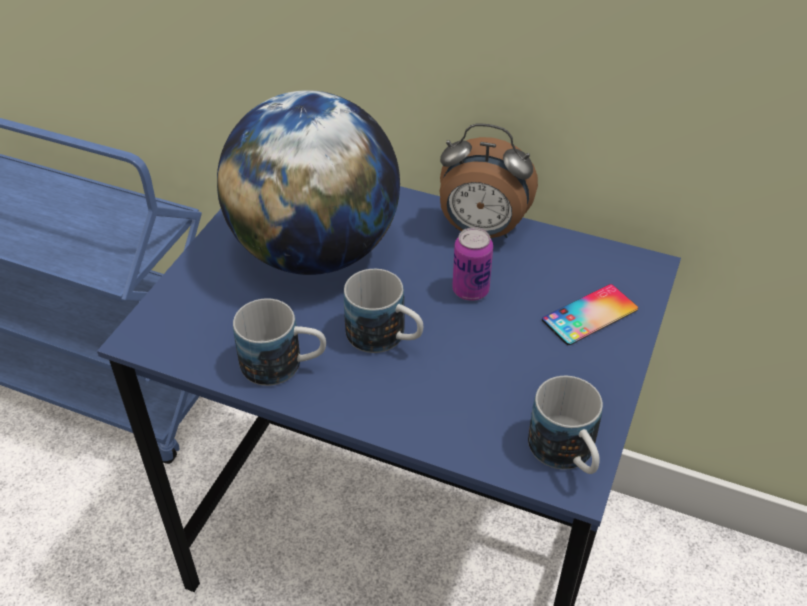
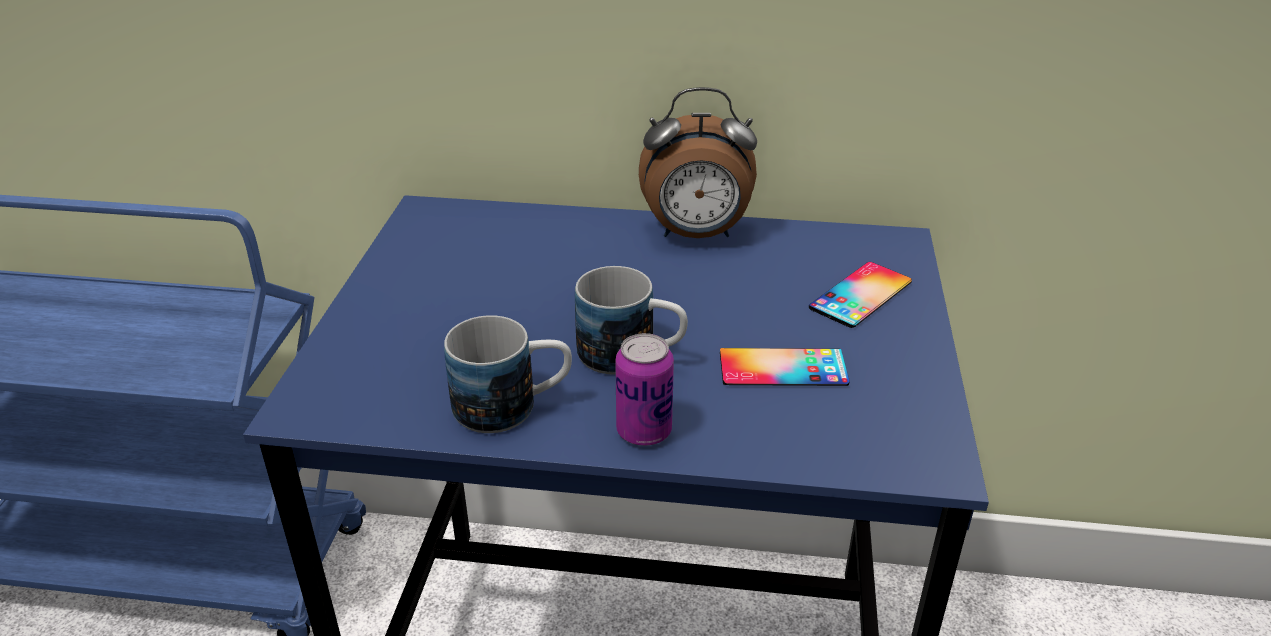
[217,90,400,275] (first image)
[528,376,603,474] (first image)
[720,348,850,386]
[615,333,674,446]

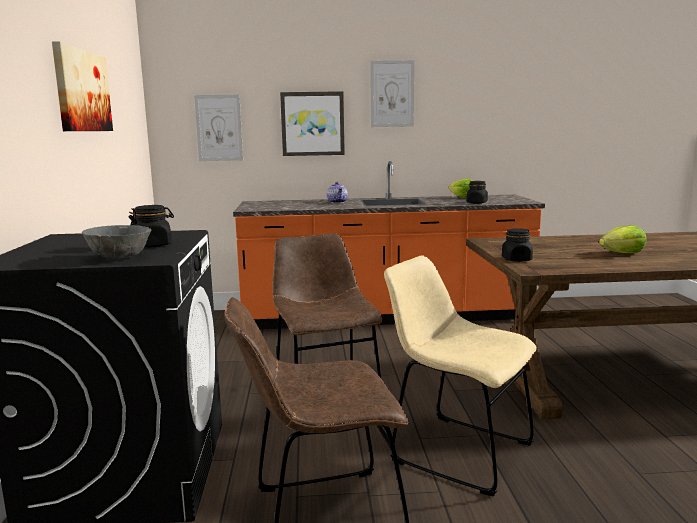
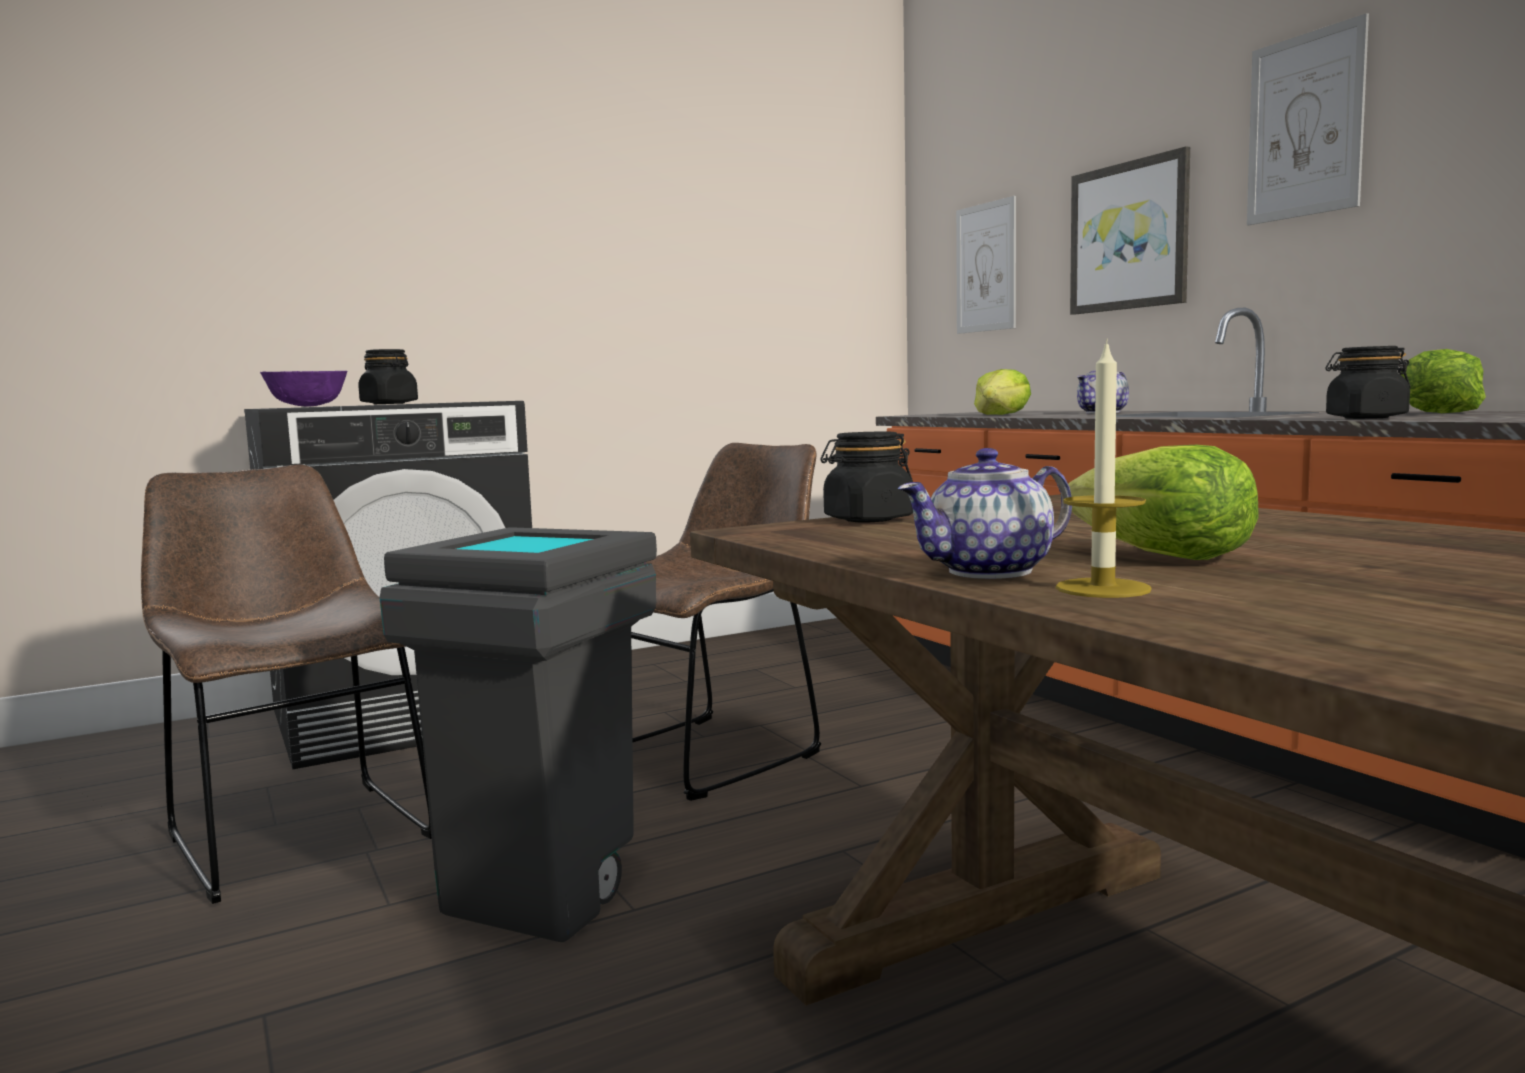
[52,41,113,131] (first image)
[898,448,1072,579]
[974,369,1031,415]
[1056,339,1151,598]
[380,527,657,942]
[260,371,347,407]

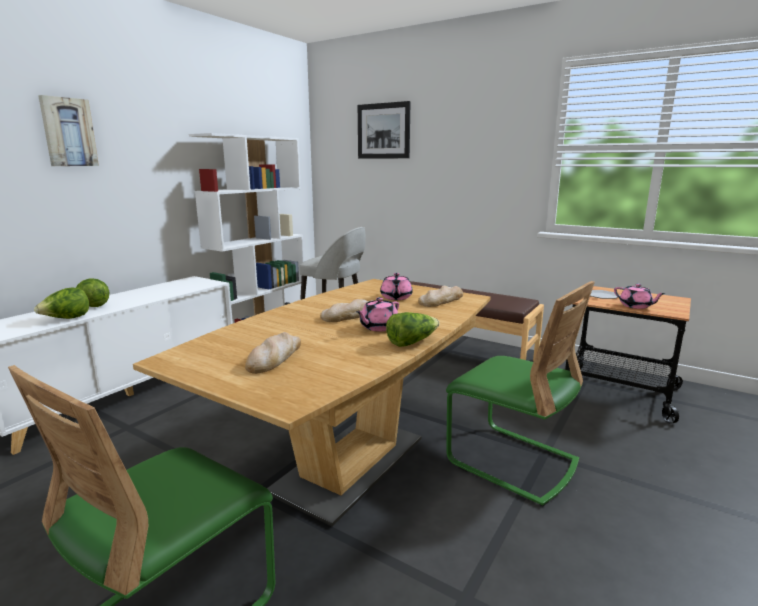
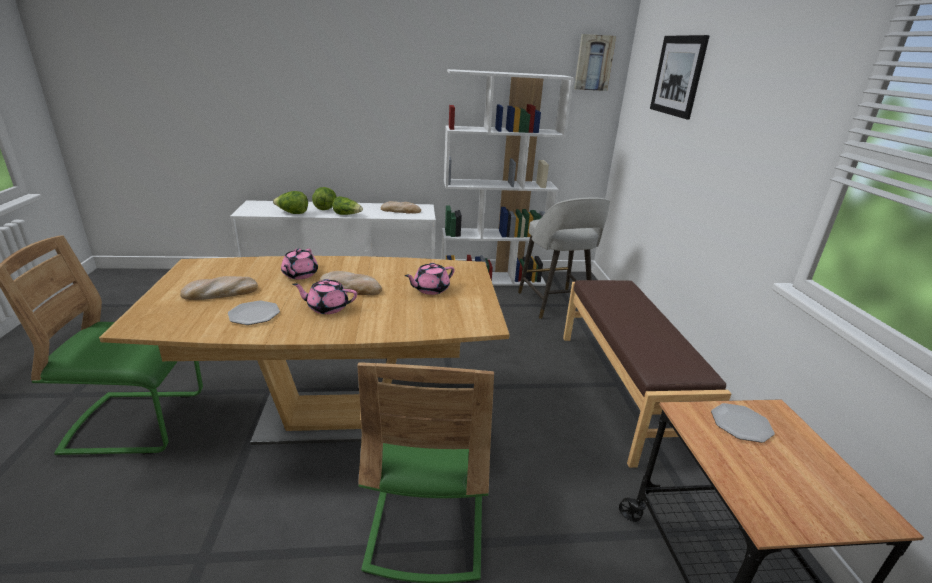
[228,301,280,325]
[574,34,616,91]
[333,196,363,215]
[381,201,421,214]
[281,248,318,279]

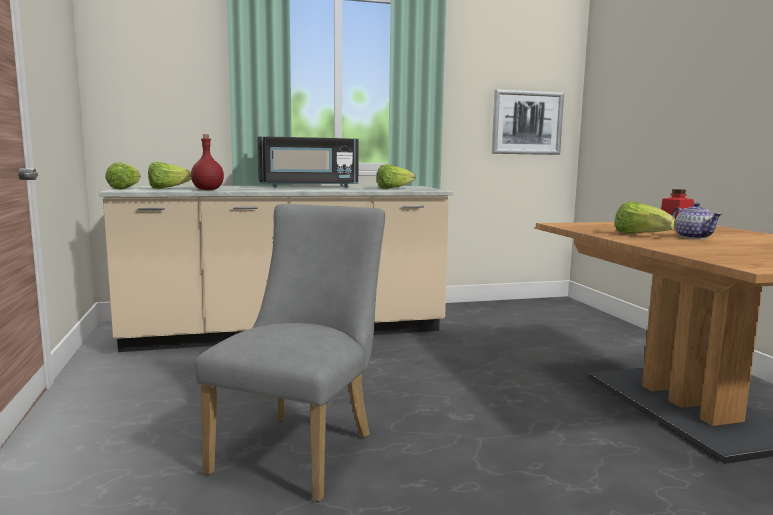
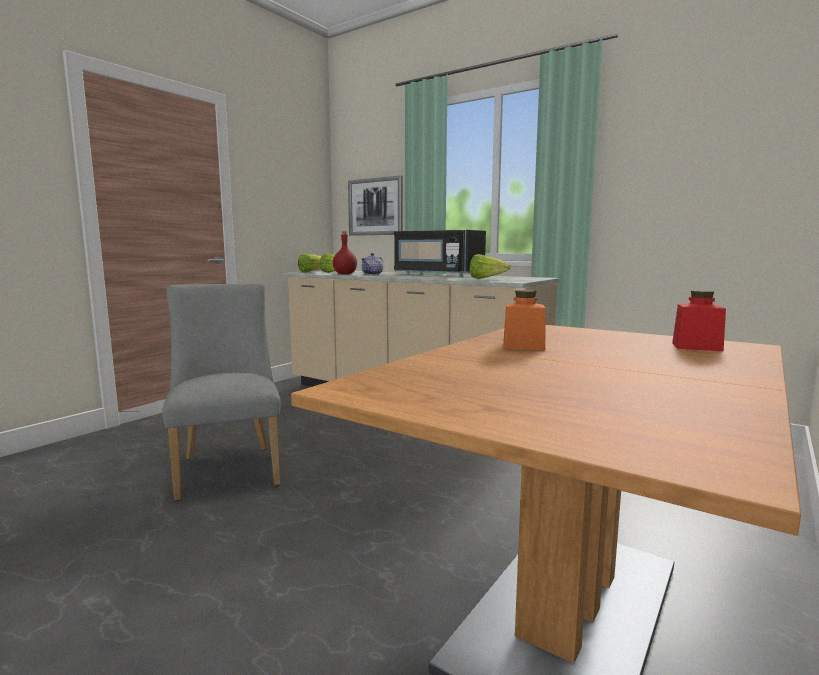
[348,175,403,236]
[361,253,383,275]
[503,290,546,351]
[162,283,281,501]

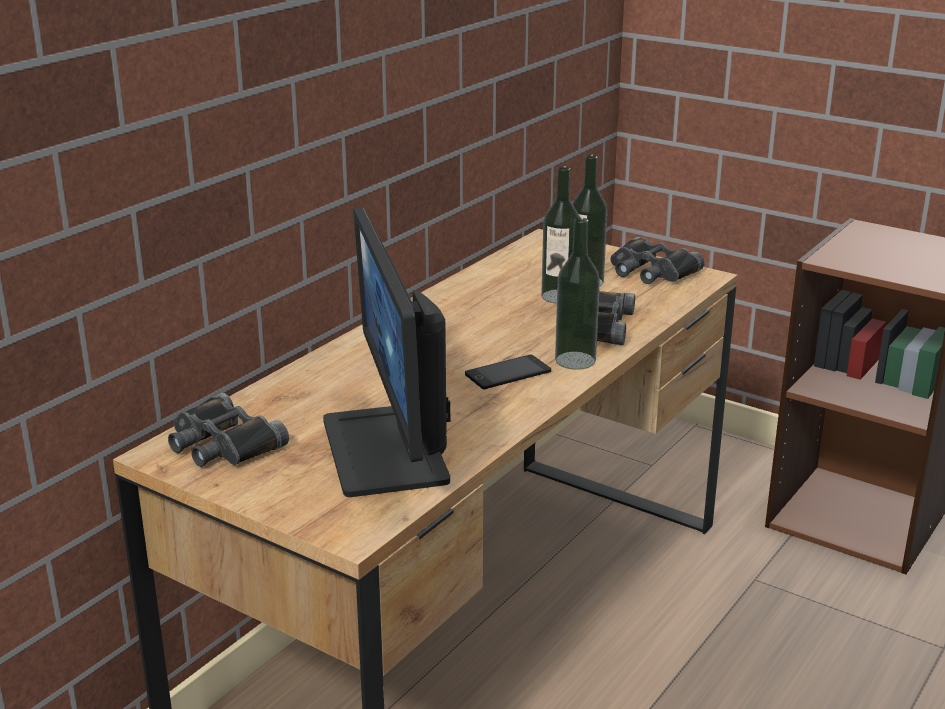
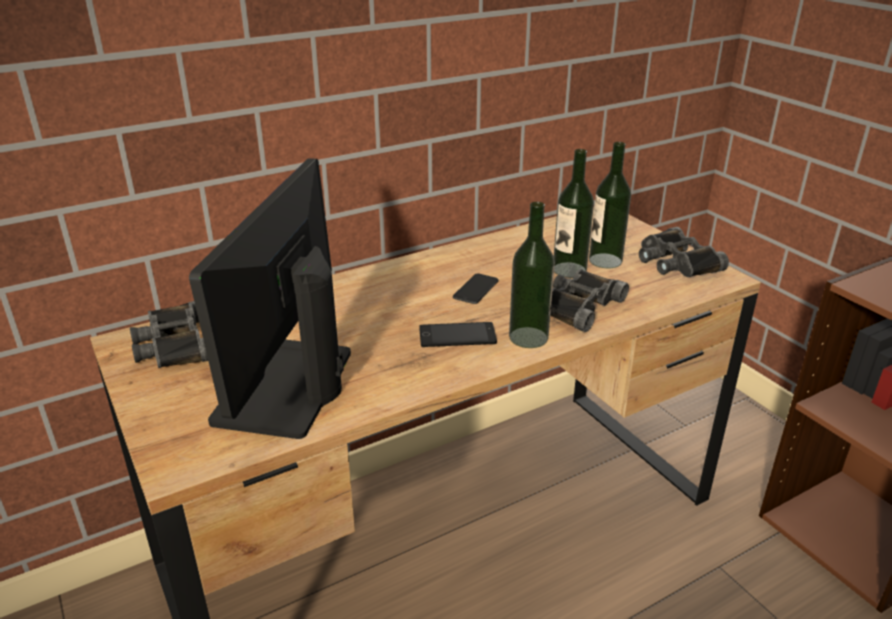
[453,273,499,304]

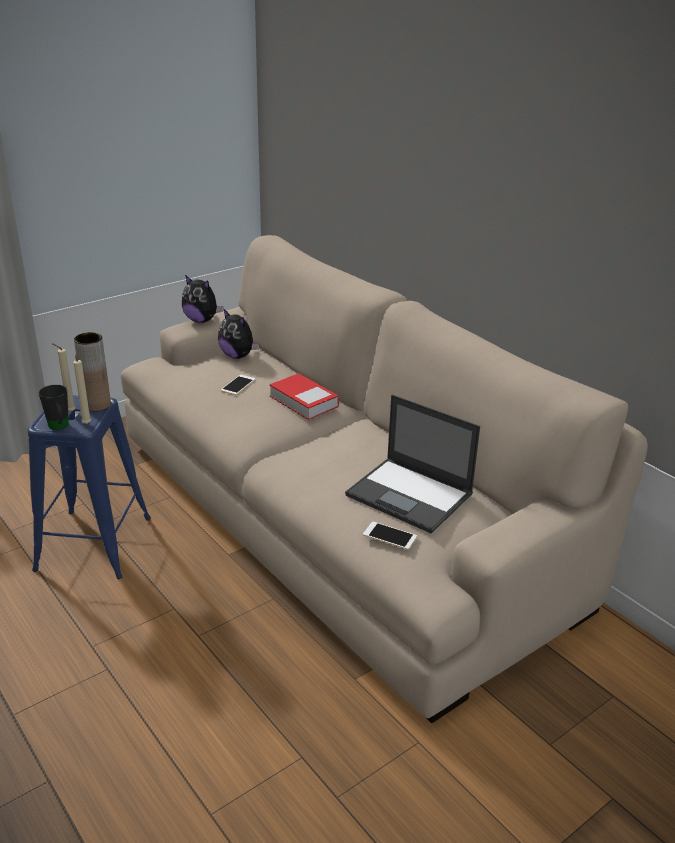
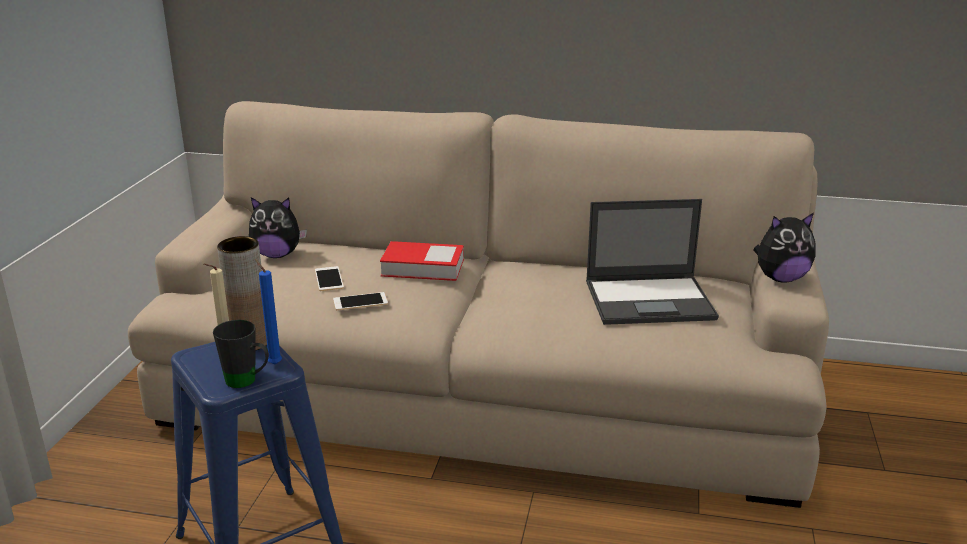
[754,213,816,283]
[333,292,388,310]
[255,259,282,365]

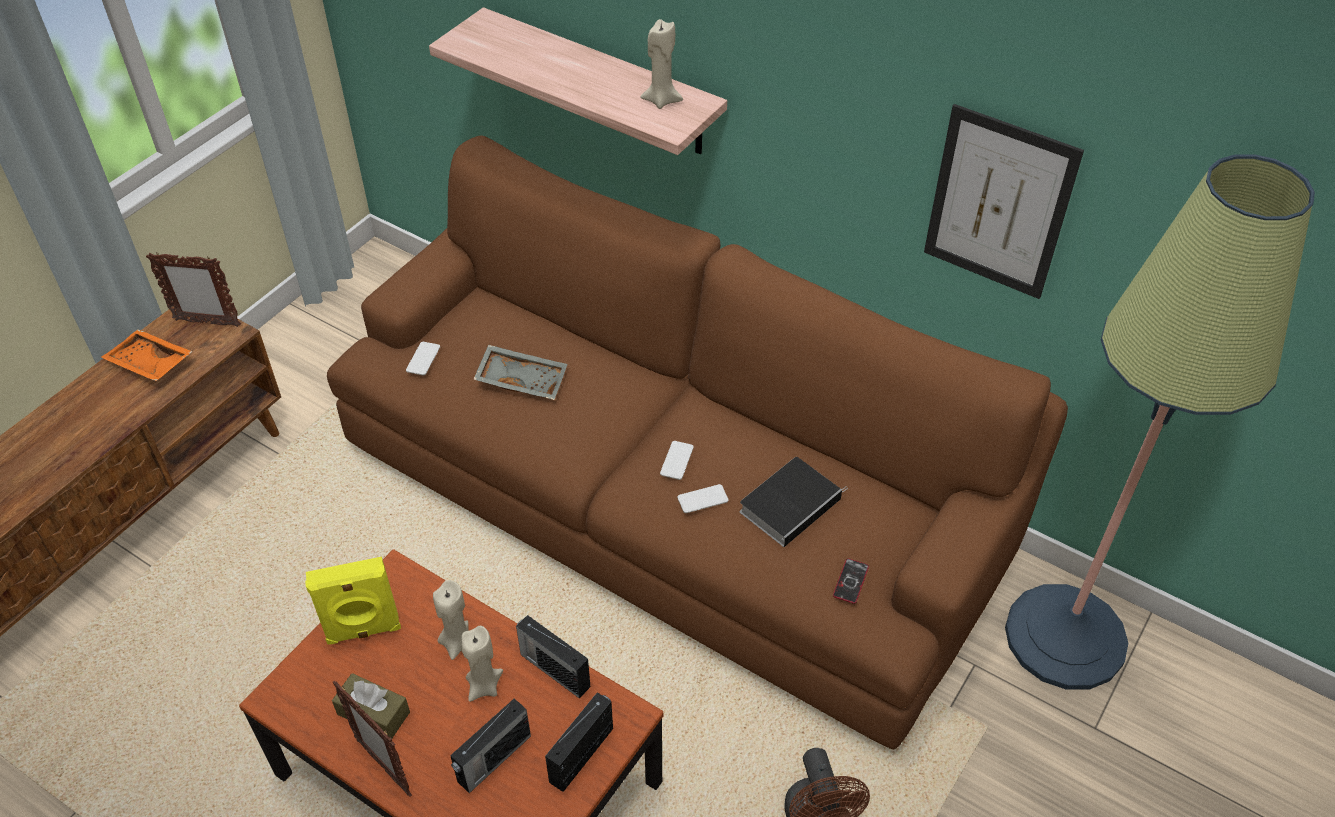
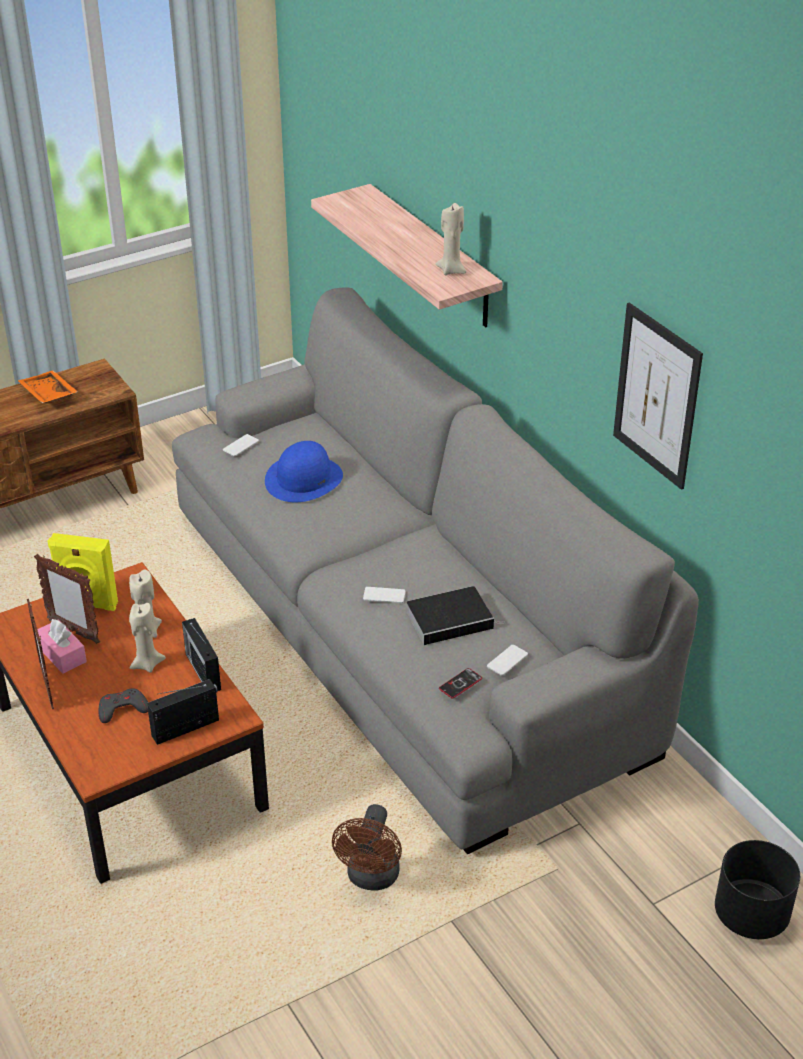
[1005,154,1315,689] (first image)
[715,840,800,939]
[34,554,100,644]
[487,645,528,676]
[98,688,148,723]
[265,441,343,502]
[172,287,699,854]
[37,619,87,674]

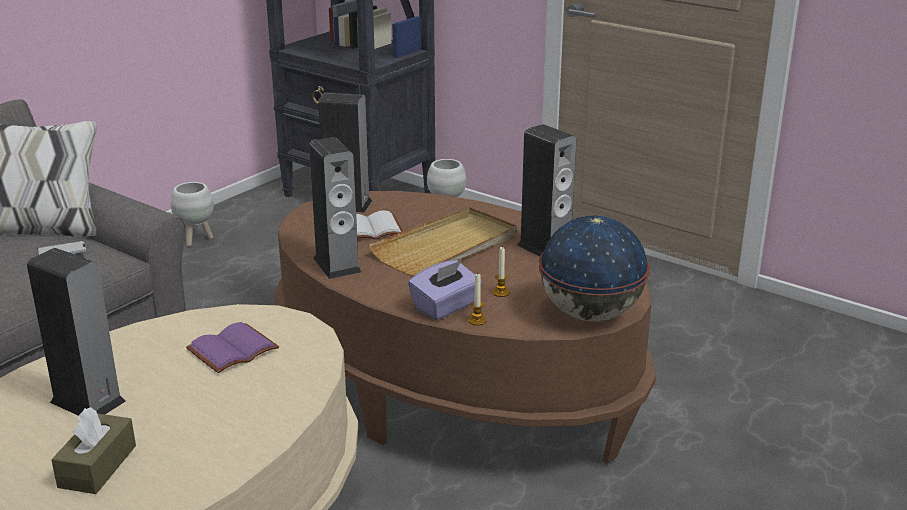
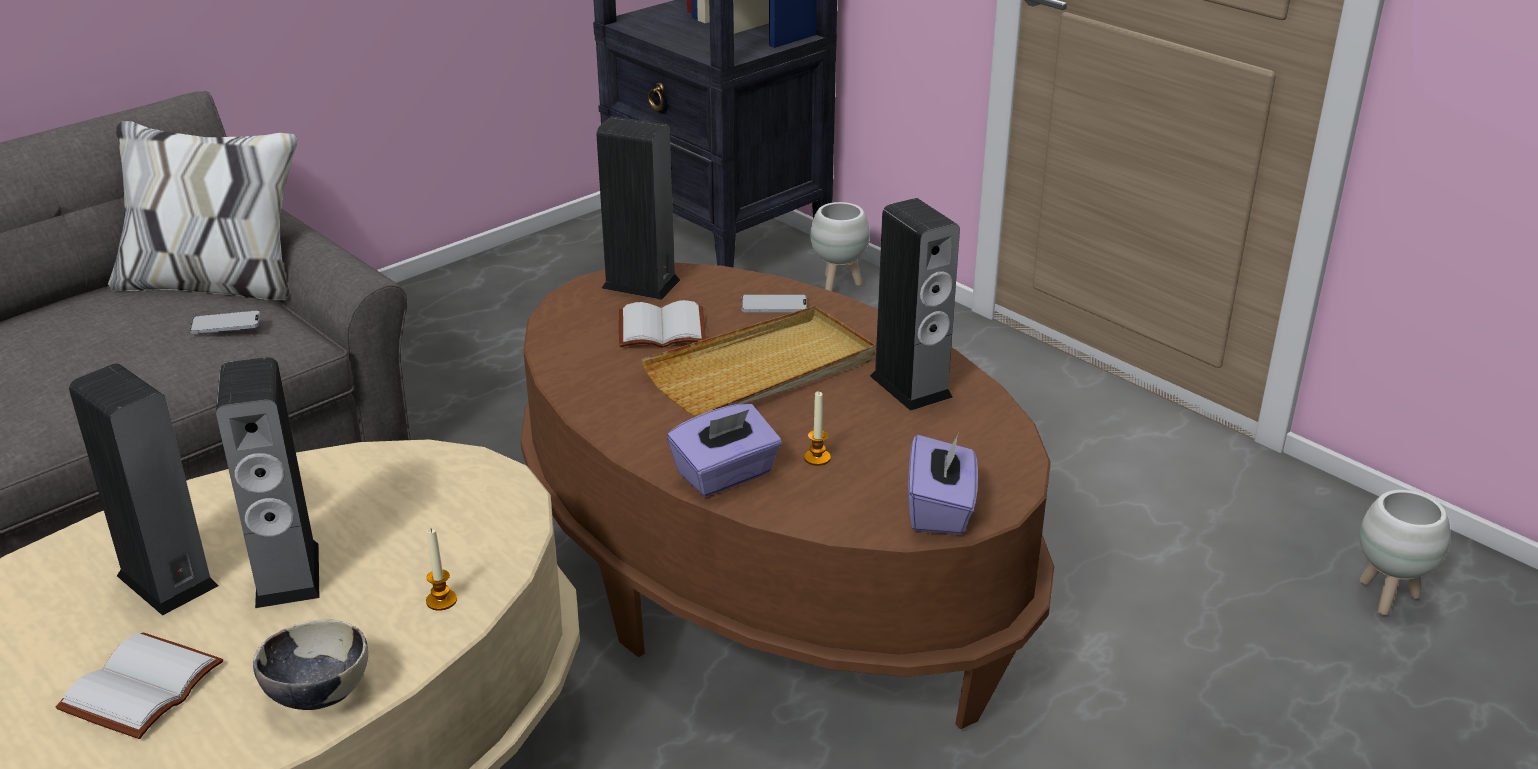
[186,322,279,373] (first image)
[253,619,368,710]
[741,294,807,312]
[1360,490,1450,616]
[216,357,319,608]
[426,529,457,611]
[56,632,223,739]
[908,435,978,535]

